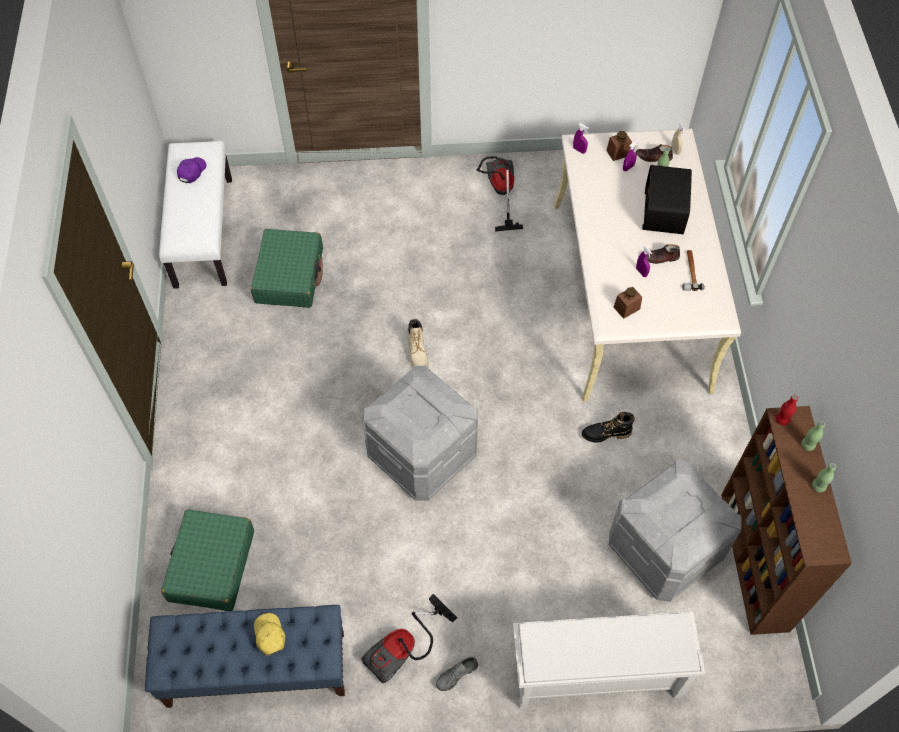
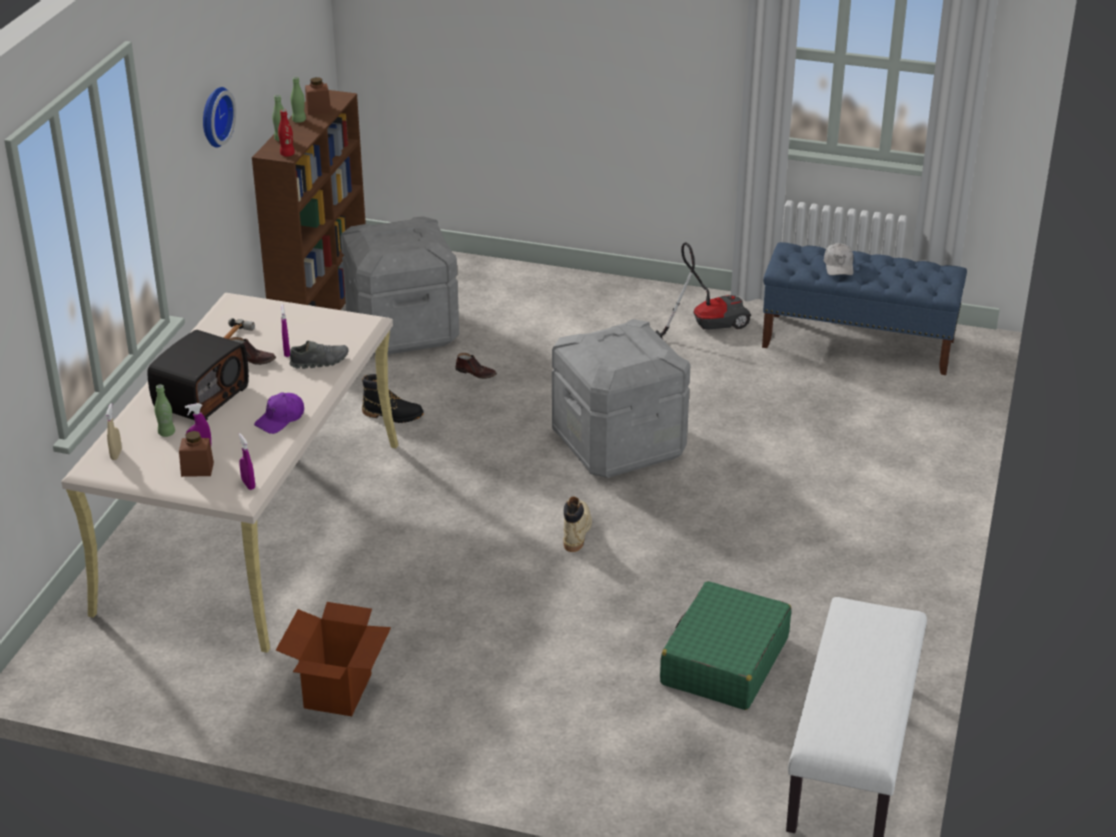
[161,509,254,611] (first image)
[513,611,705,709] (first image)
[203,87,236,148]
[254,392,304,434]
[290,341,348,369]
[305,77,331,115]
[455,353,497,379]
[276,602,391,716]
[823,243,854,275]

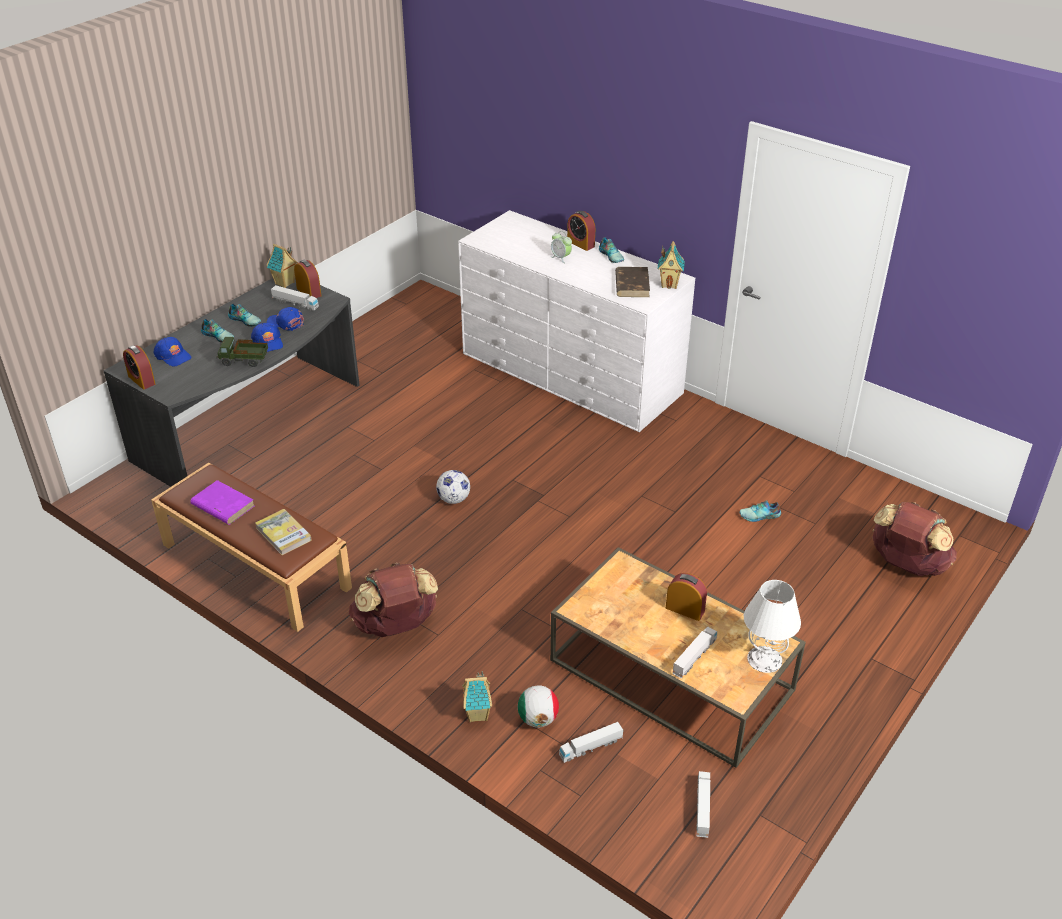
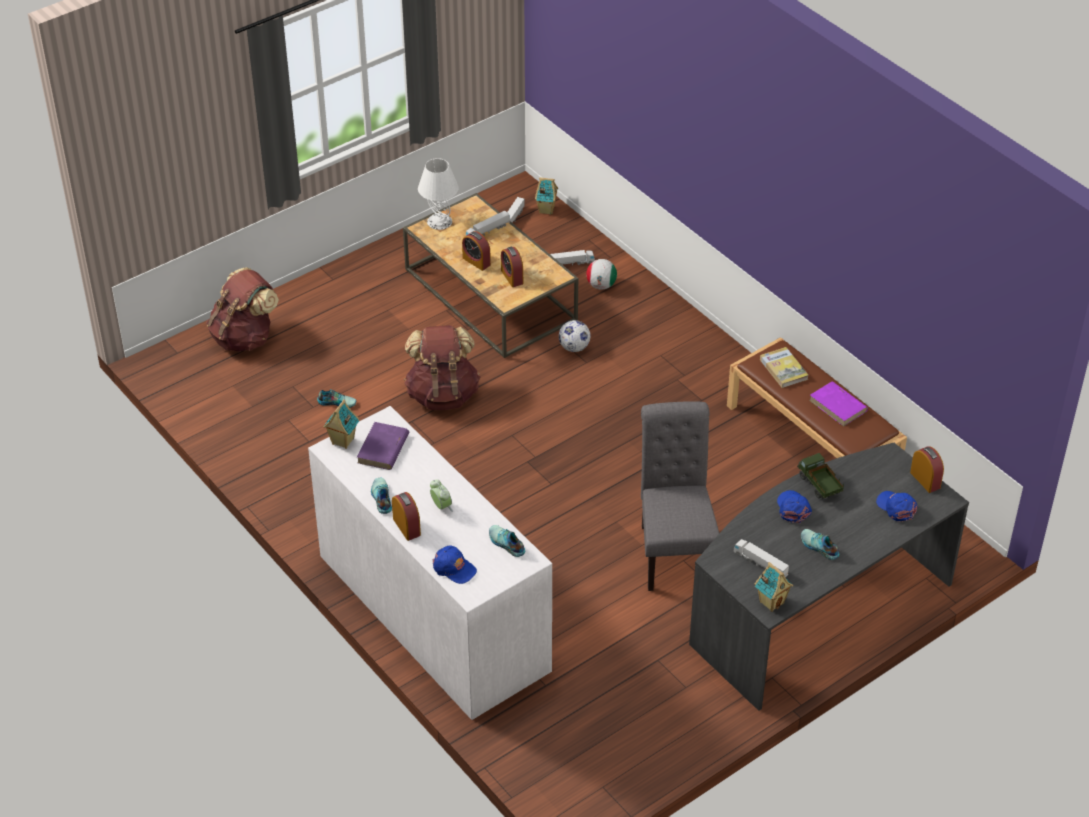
[641,401,719,591]
[489,525,525,557]
[433,545,477,584]
[501,247,523,287]
[404,325,480,410]
[559,320,591,352]
[535,177,558,215]
[357,422,409,470]
[797,453,844,499]

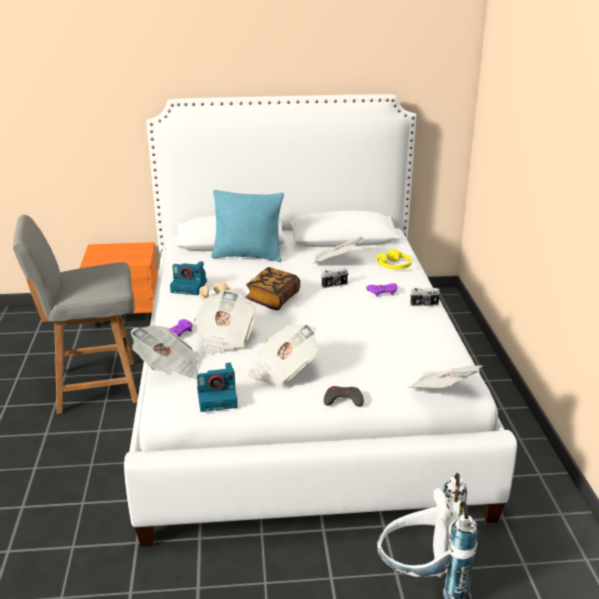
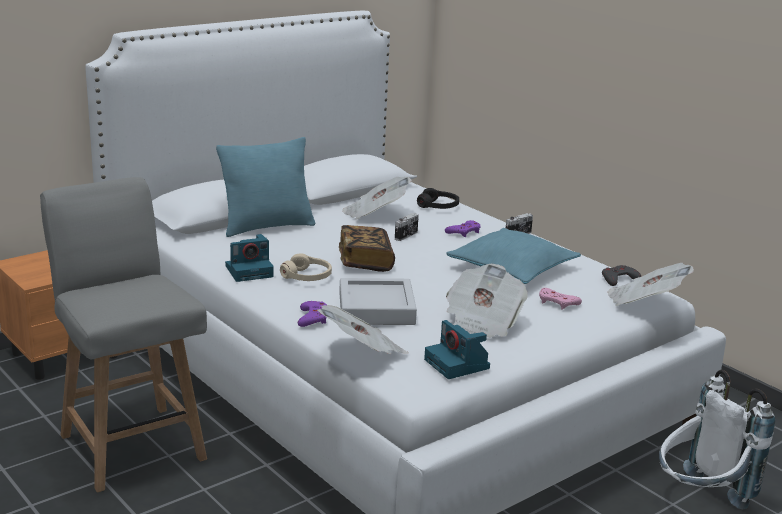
[446,228,581,284]
[539,288,582,310]
[602,265,641,286]
[339,278,417,325]
[417,188,459,209]
[40,177,207,492]
[424,320,490,379]

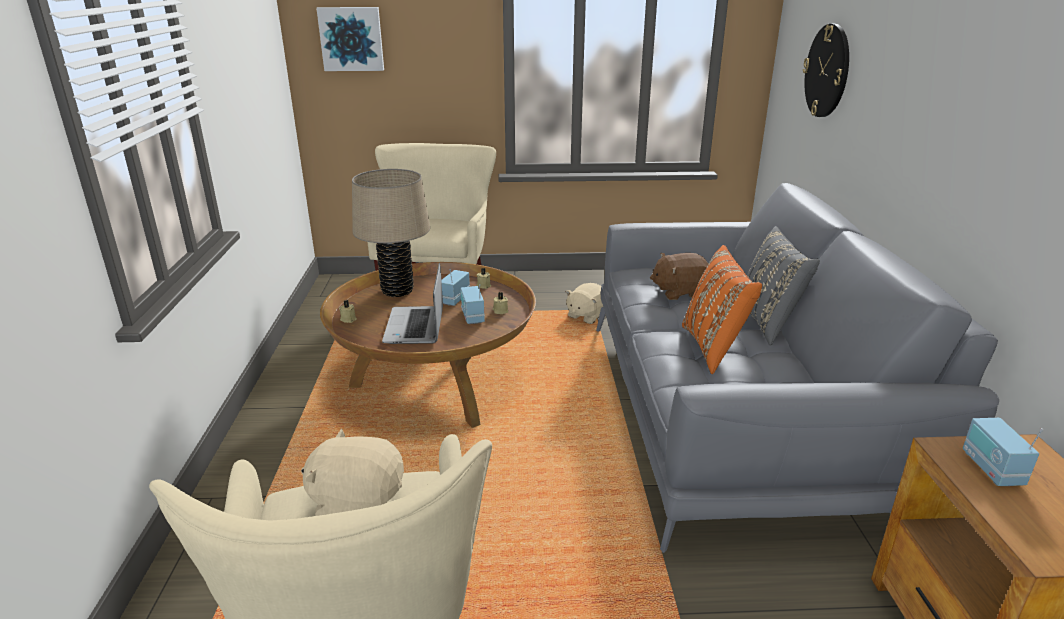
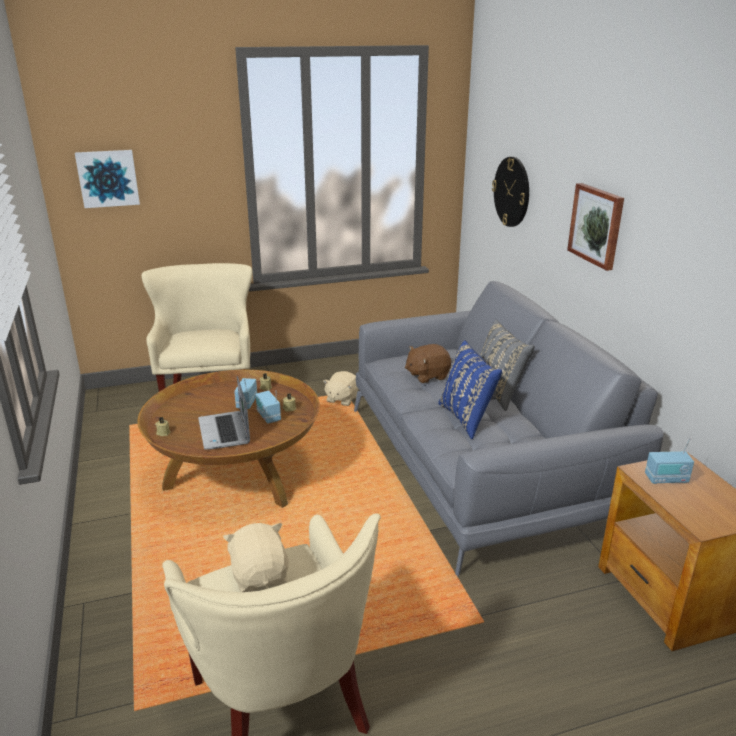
[352,169,430,297] (first image)
[567,183,624,271]
[438,340,502,439]
[223,523,289,592]
[645,438,694,484]

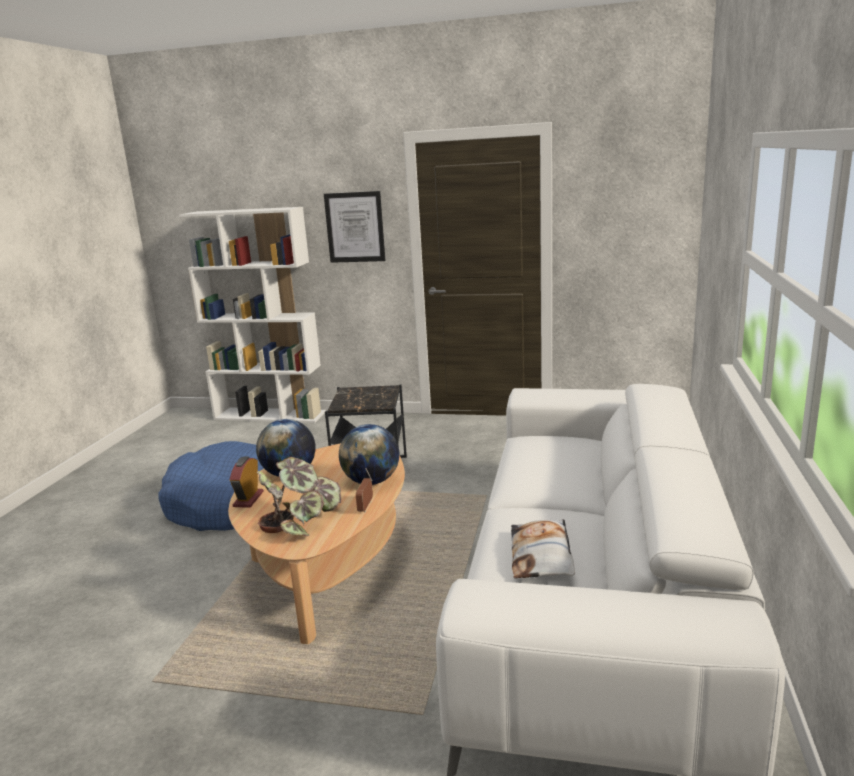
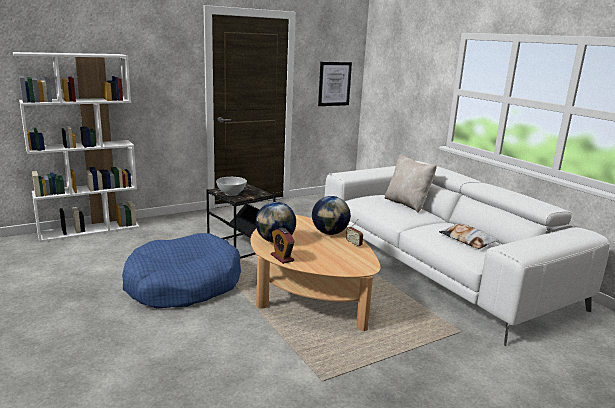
[257,457,341,537] (first image)
[216,177,247,196]
[385,155,437,213]
[318,62,352,106]

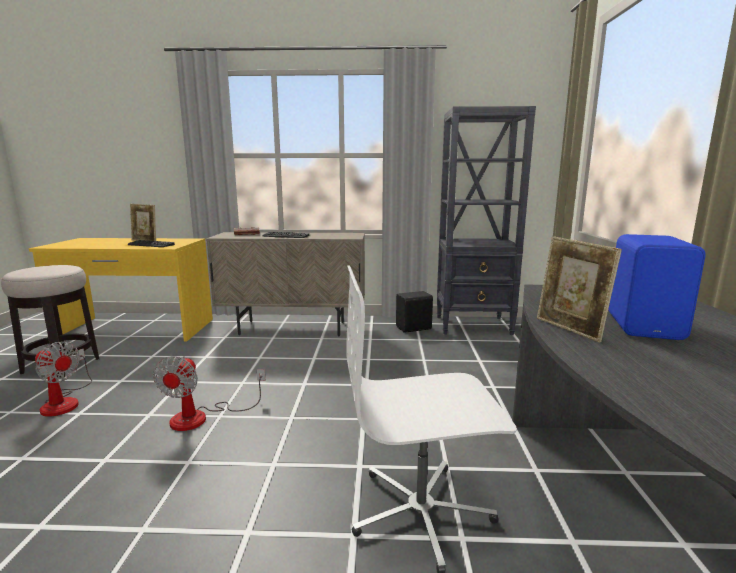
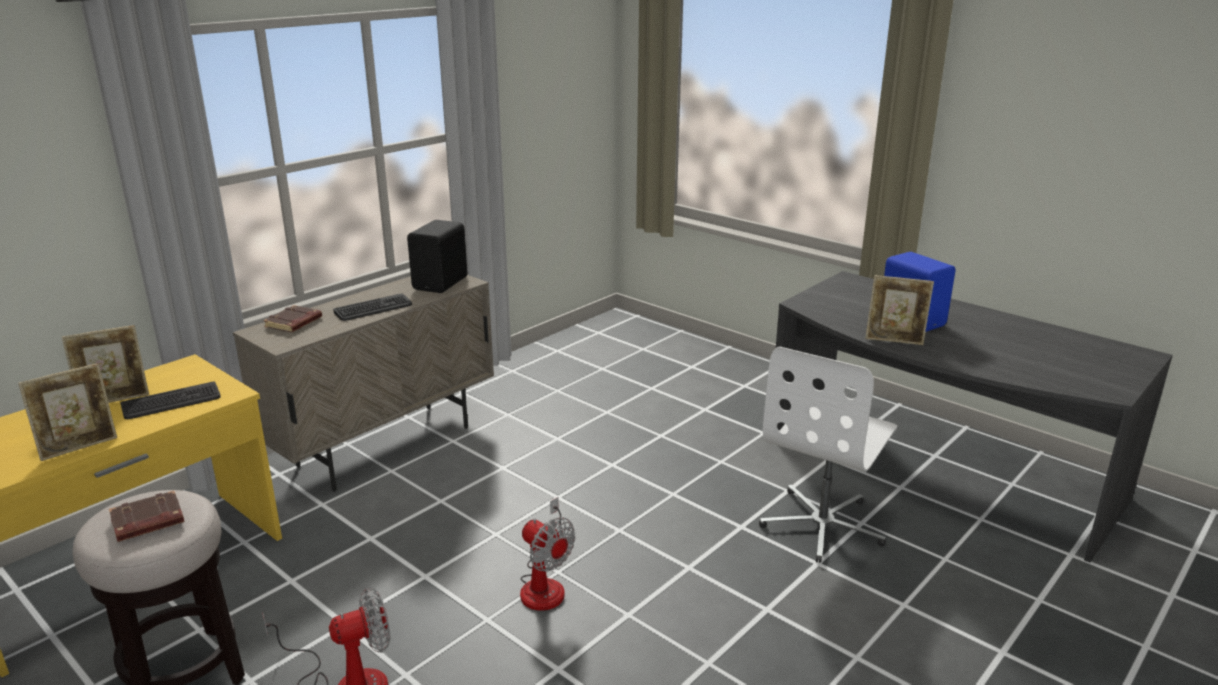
[437,106,536,335] (first image)
[18,363,117,461]
[109,491,184,542]
[407,220,467,293]

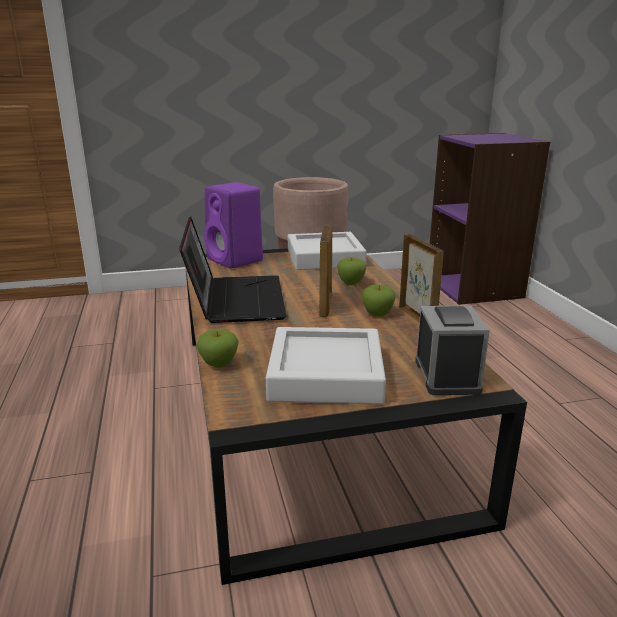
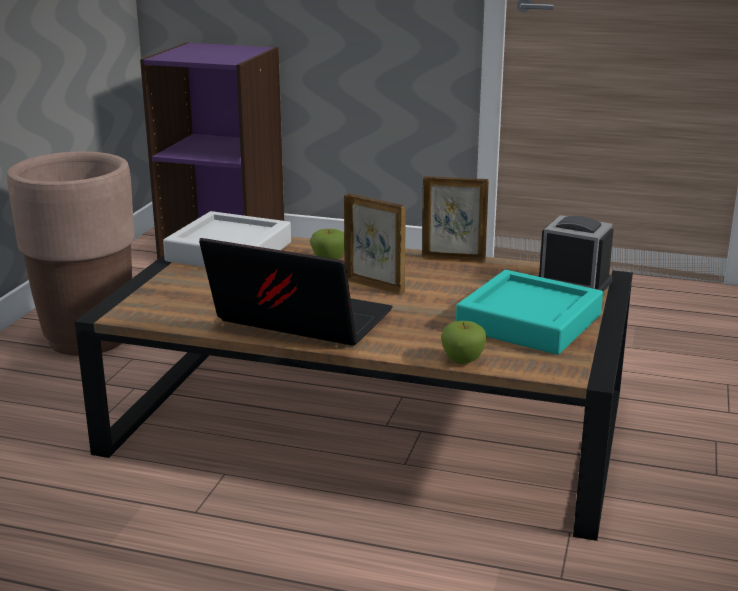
[204,182,263,269] (first image)
[362,284,395,317] (first image)
[456,270,603,355]

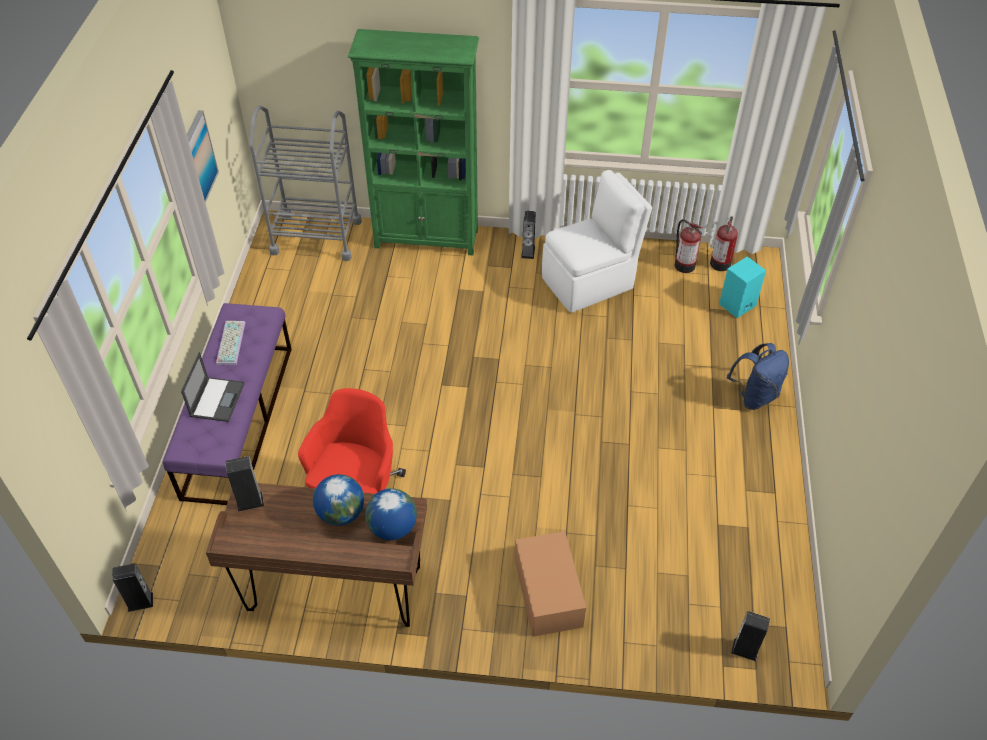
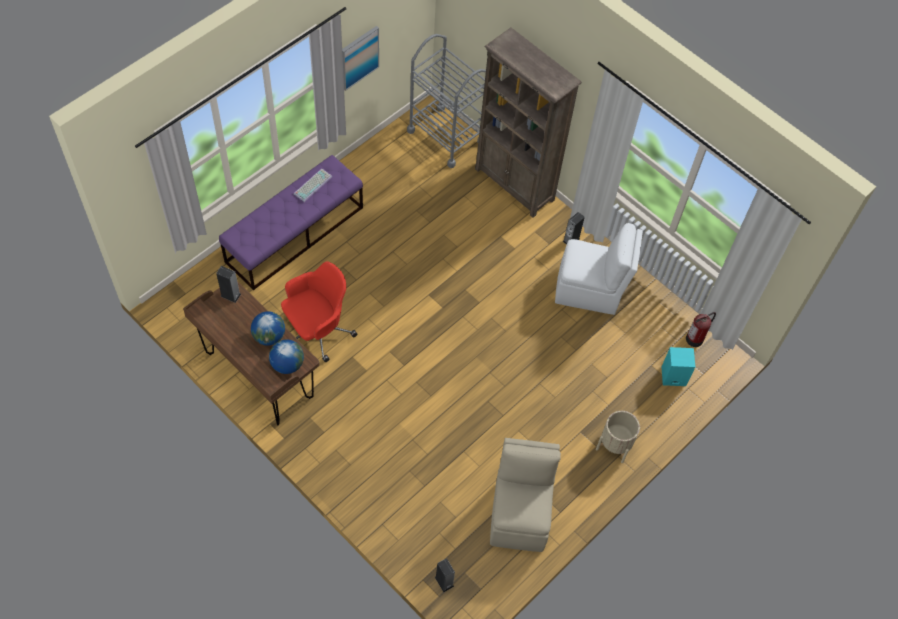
[112,563,153,612] (first image)
[181,352,245,422] (first image)
[515,531,586,637] (first image)
[675,219,703,273] (first image)
[490,438,561,552]
[596,411,640,463]
[475,28,582,218]

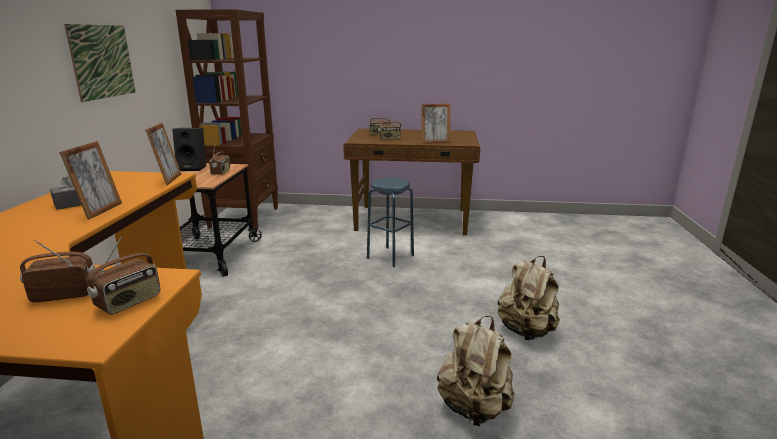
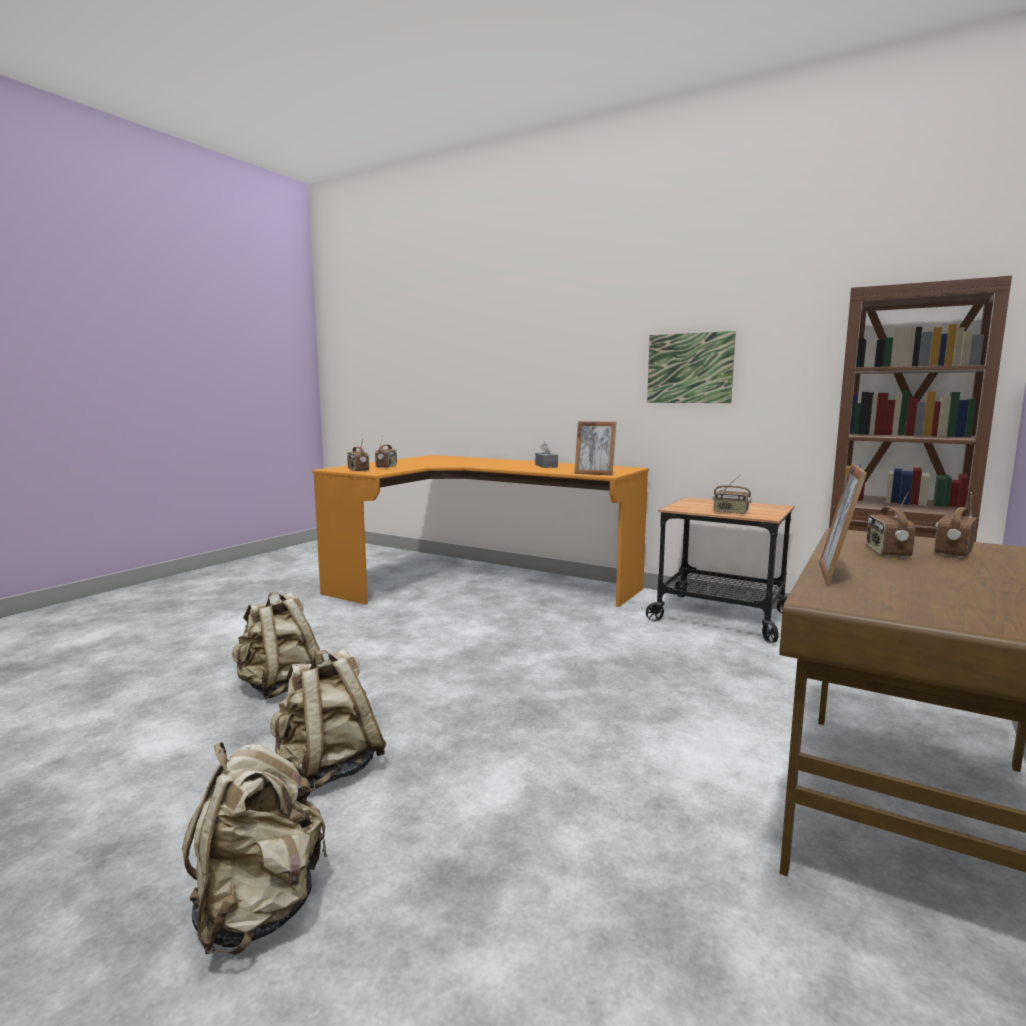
[59,141,122,220] (first image)
[172,128,206,171] (first image)
[367,178,414,267] (first image)
[182,742,328,955]

